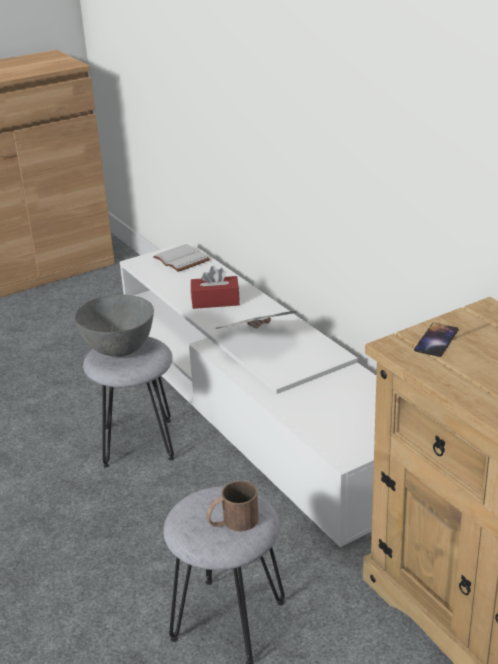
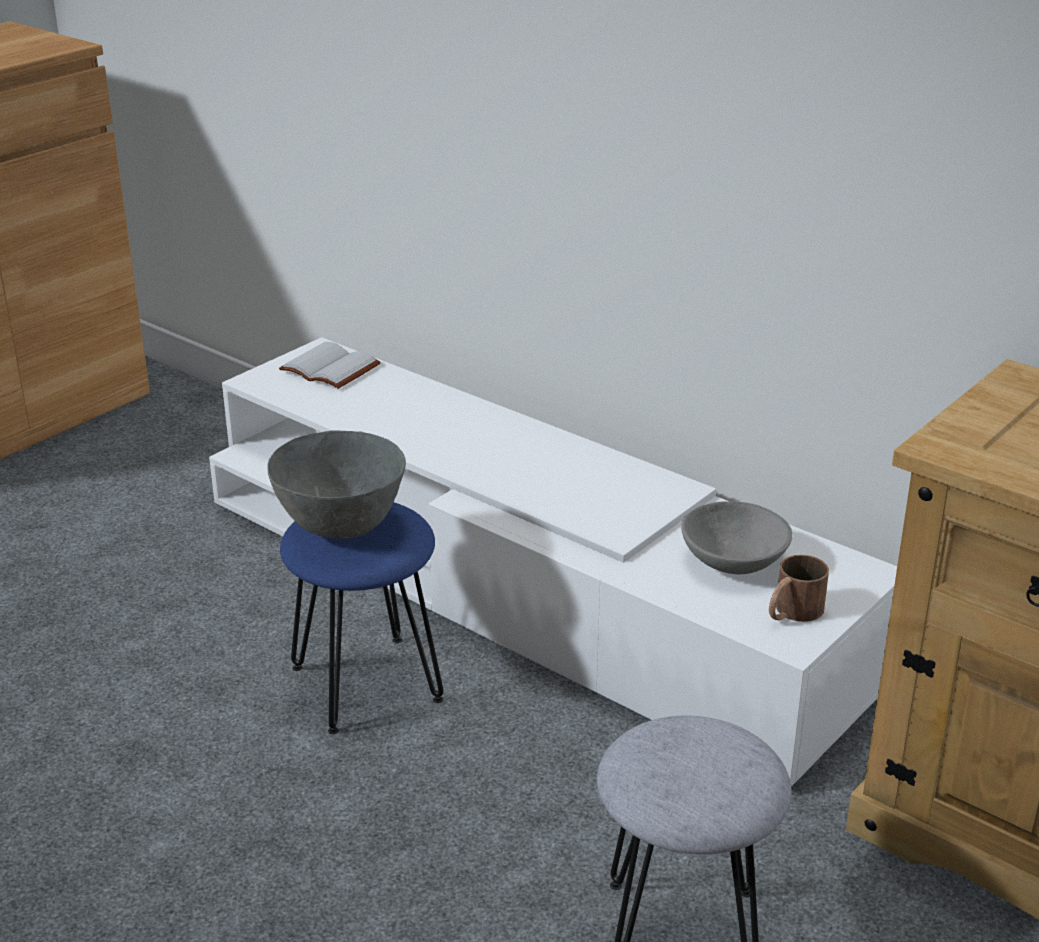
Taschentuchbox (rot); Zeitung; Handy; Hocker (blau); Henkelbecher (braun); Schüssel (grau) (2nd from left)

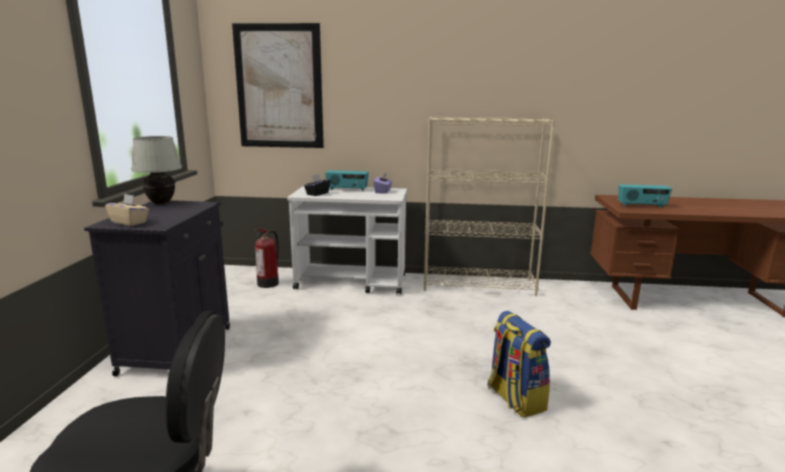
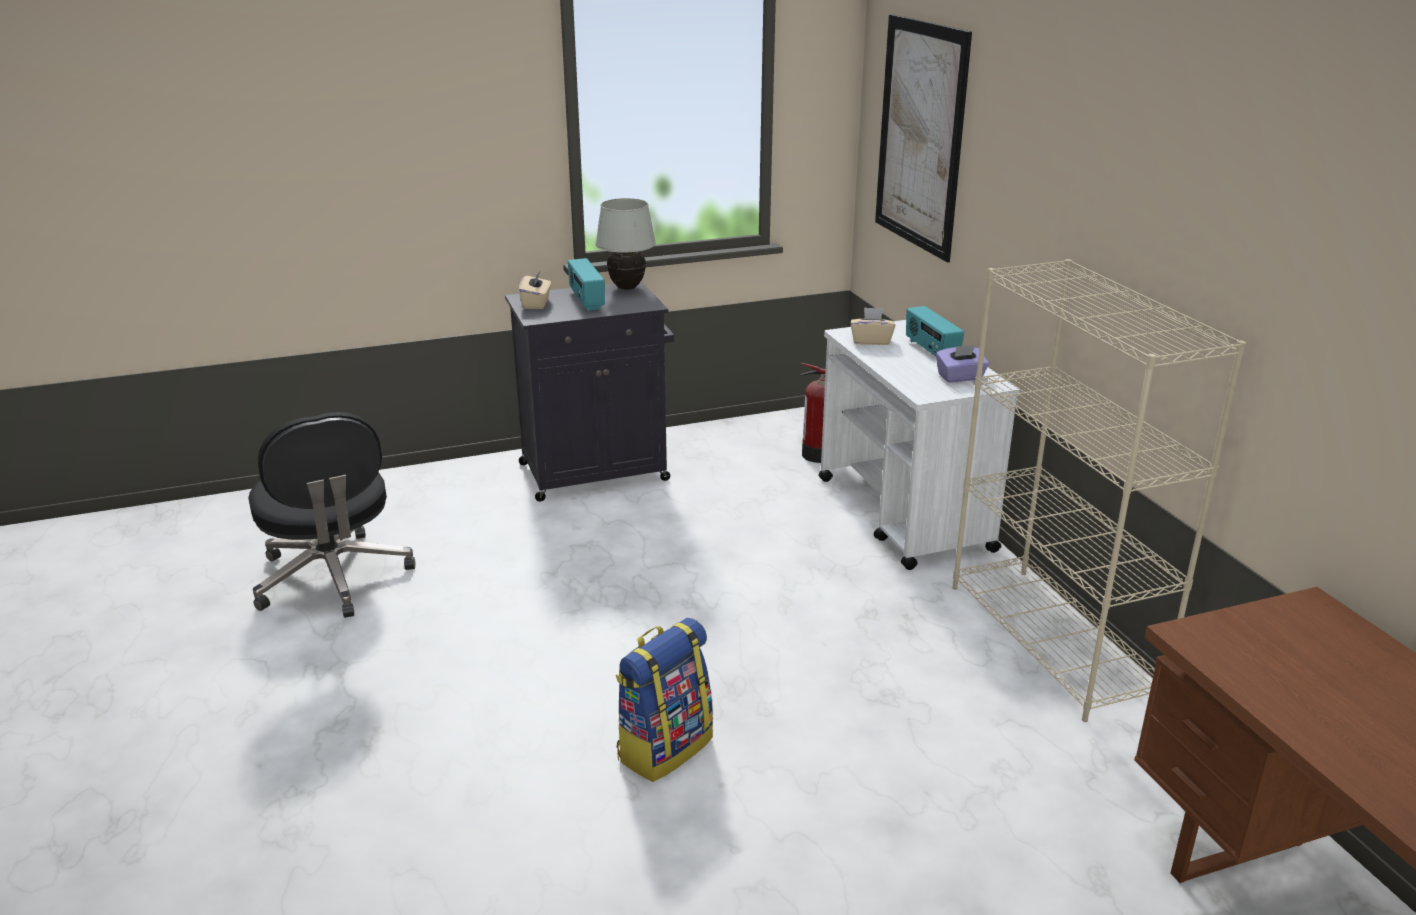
Taschentuchbox (beige) (2nd from left); Radio (1st from left)

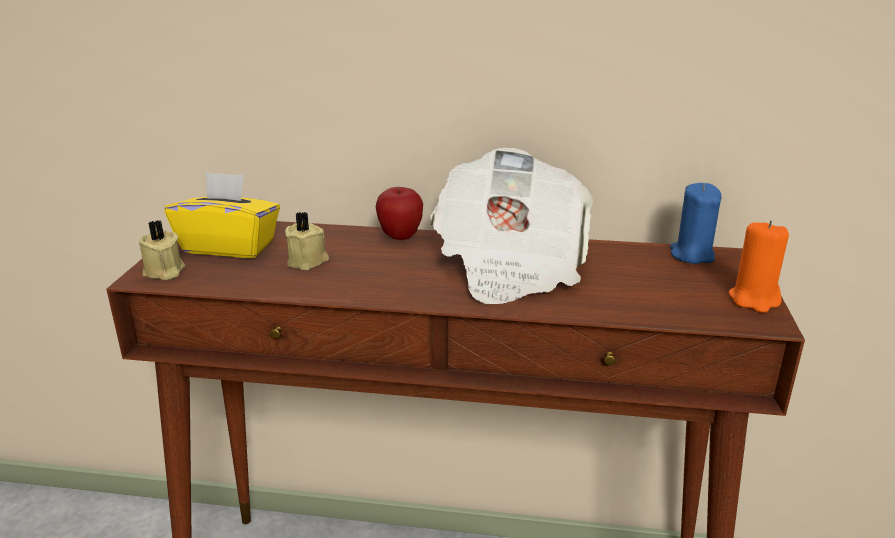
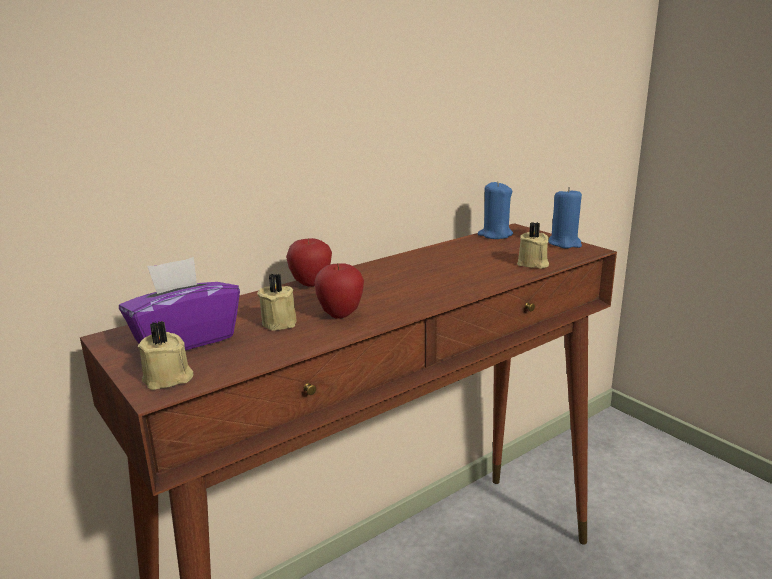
Zeitung; Taschentuchbox (lila); Kerze (blau) (2nd from left); Kerze (beige) (3rd from left); Apfel (2nd from left)

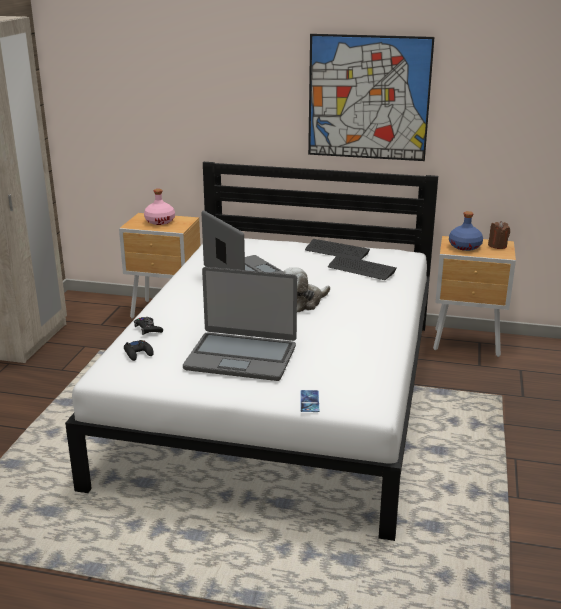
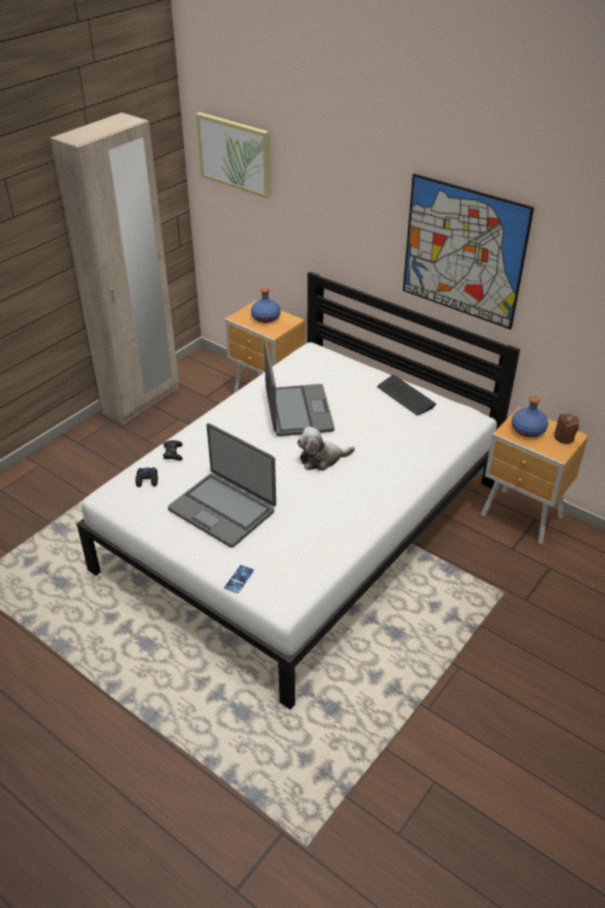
Flasche (blau) (1st from left); Tastatur (2nd from left in the first image); Bild (1st from left)

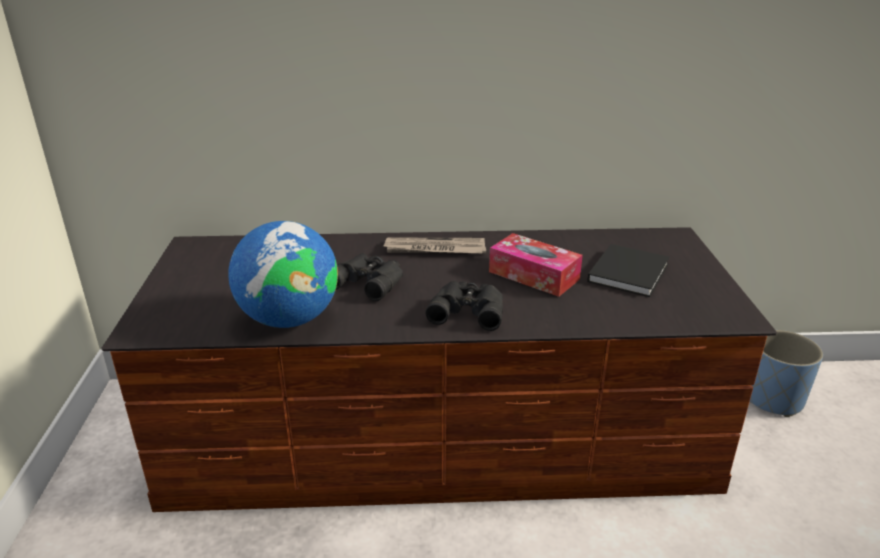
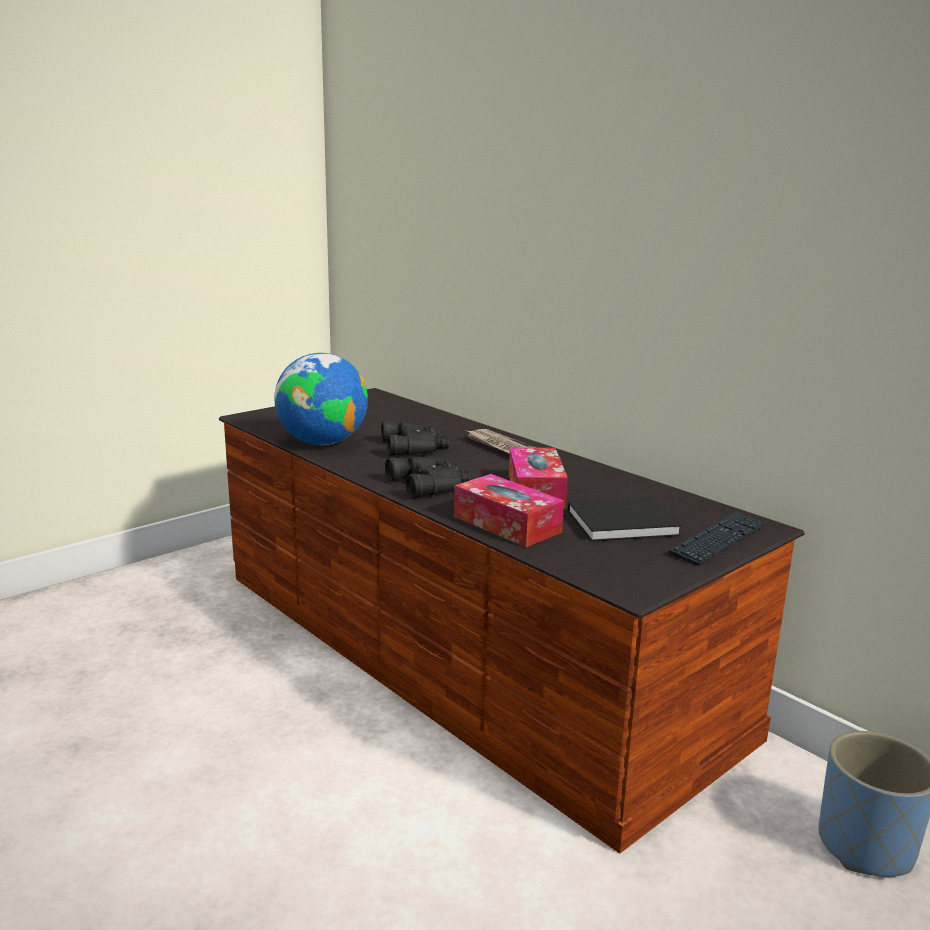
Taschentuchbox (1st from left); Tastatur

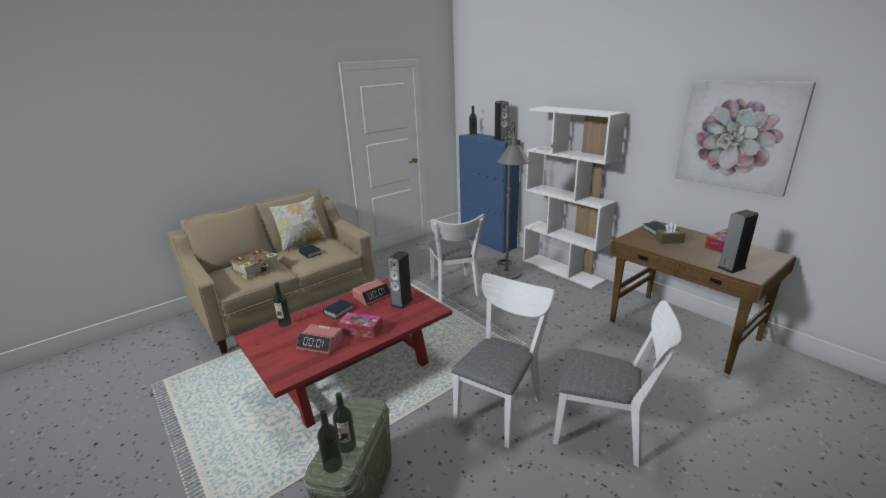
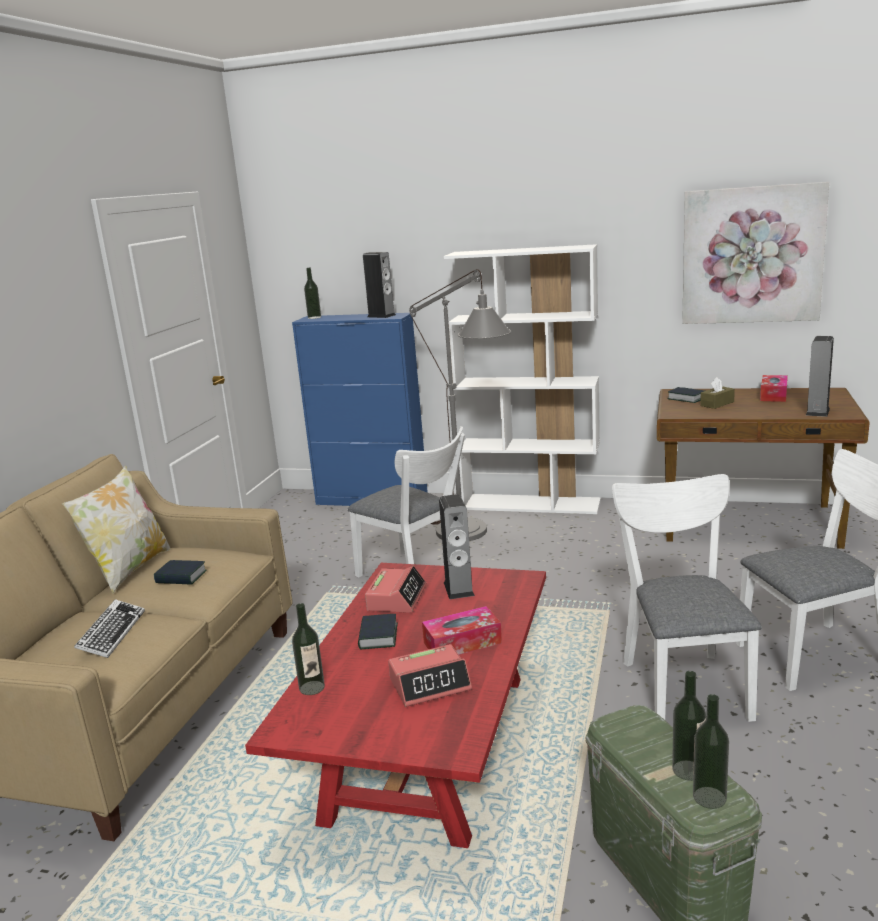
Tastatur

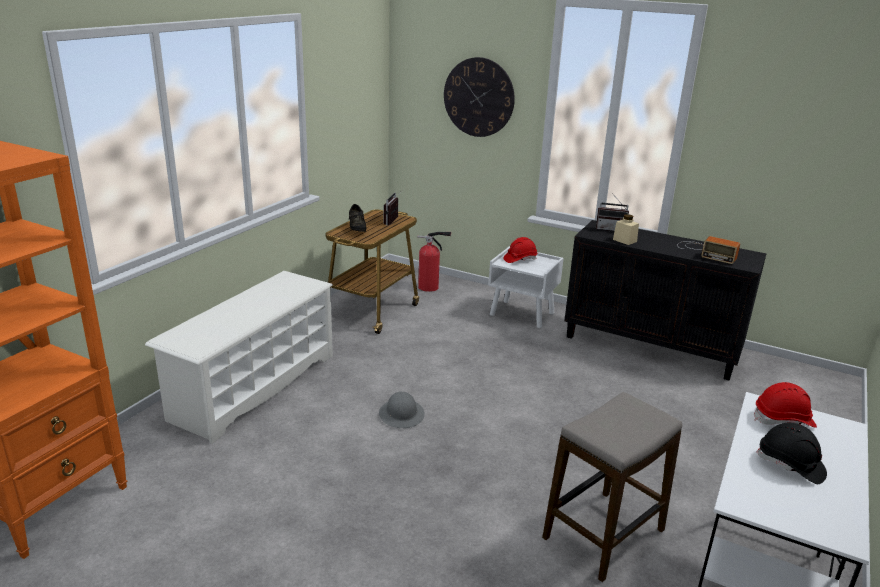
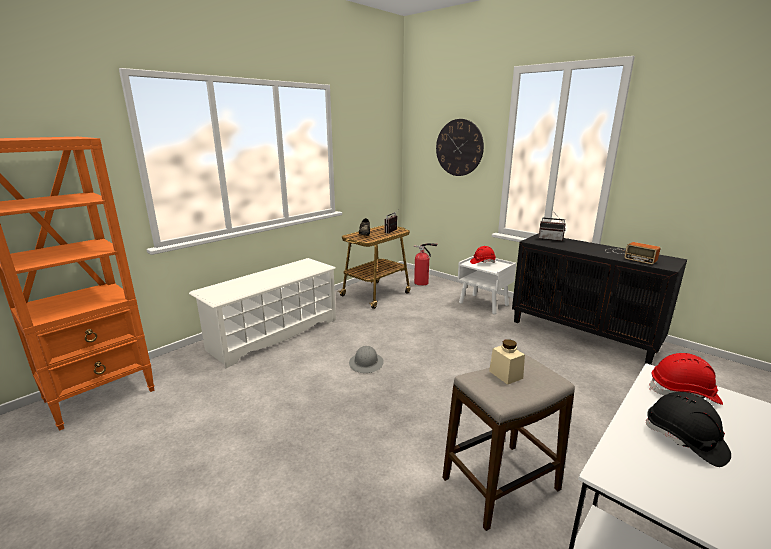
Vorratsglas (beige)

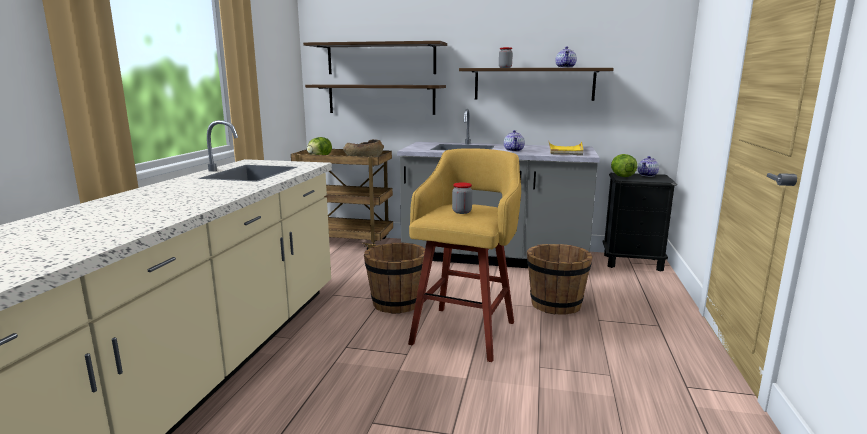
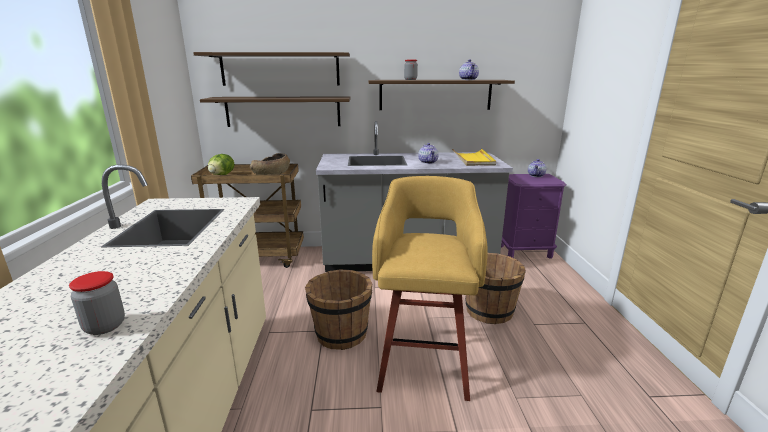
Salatkopf (2nd from left in the first image); Nachttisch (lila); Vorratsglas (1st from left)

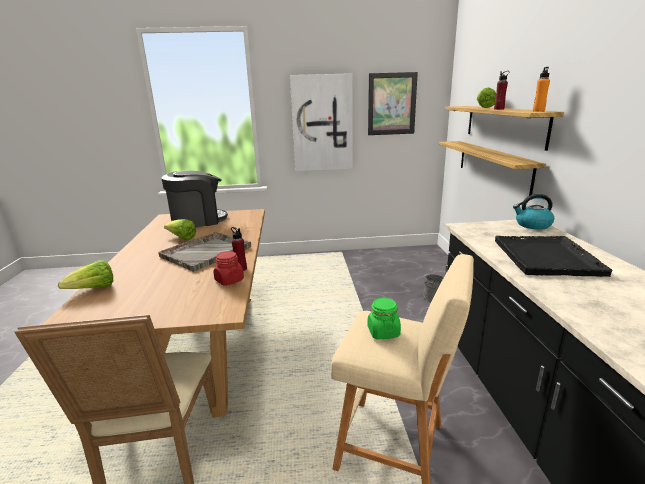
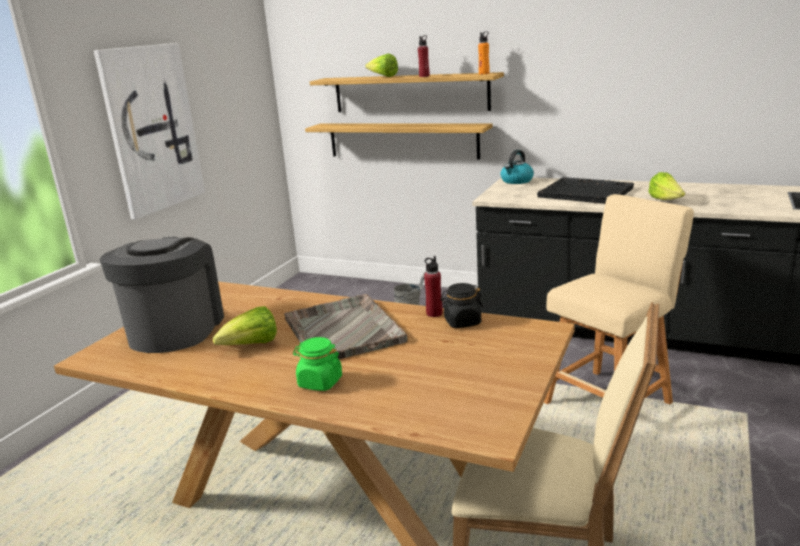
Bild (2nd from left in the first image); Vorratsglas (schwarz); Salatkopf (3rd from left); Vorratsglas (grün)

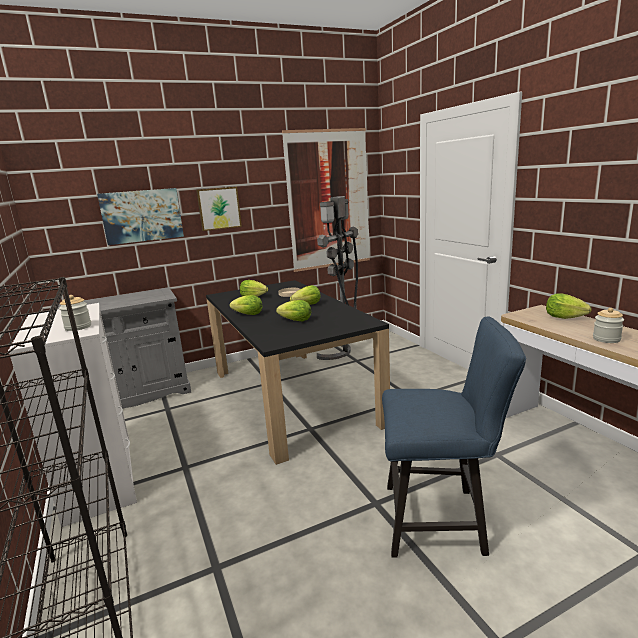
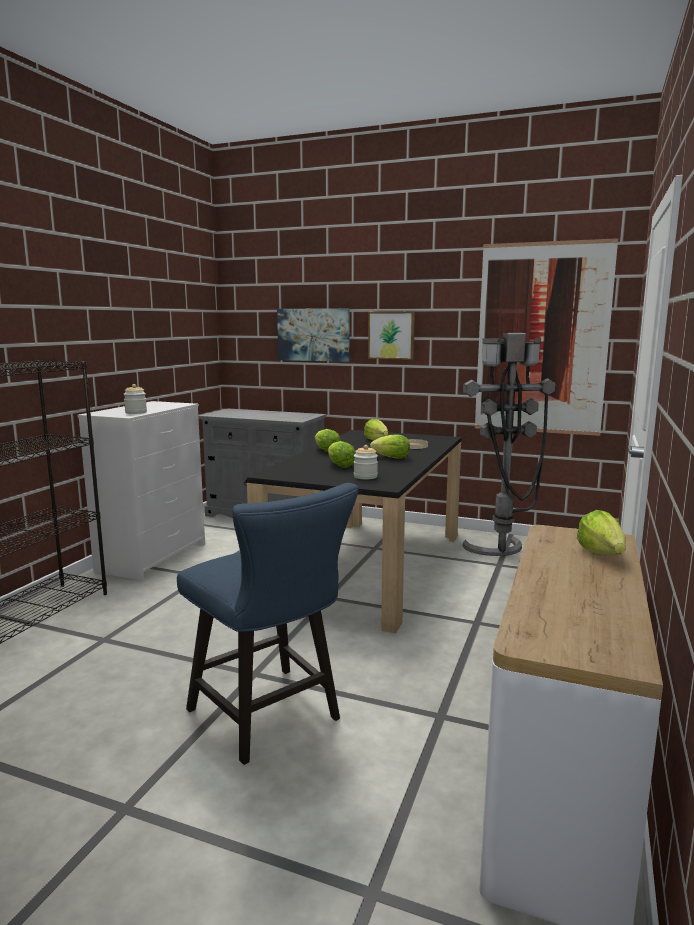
Vorratsglas (2nd from left)

